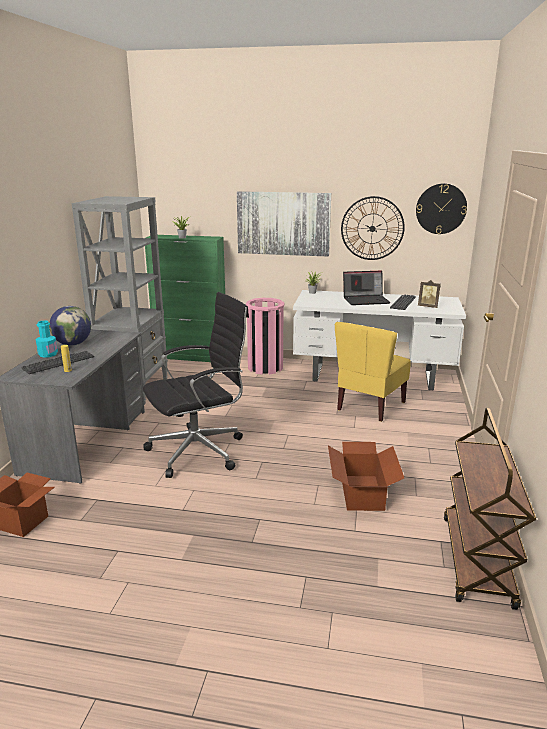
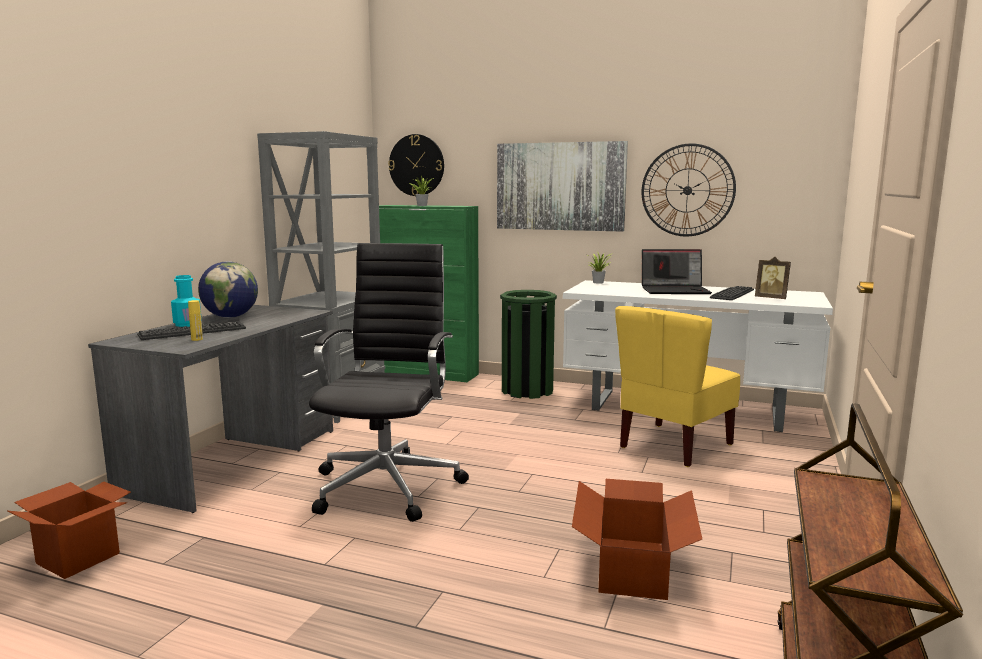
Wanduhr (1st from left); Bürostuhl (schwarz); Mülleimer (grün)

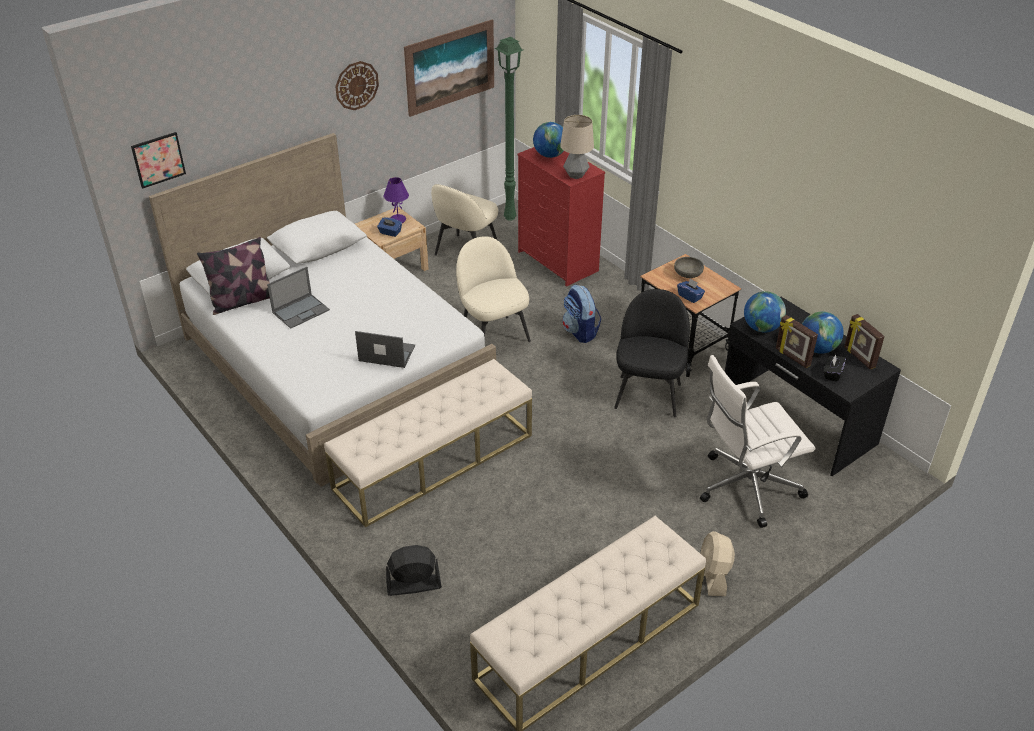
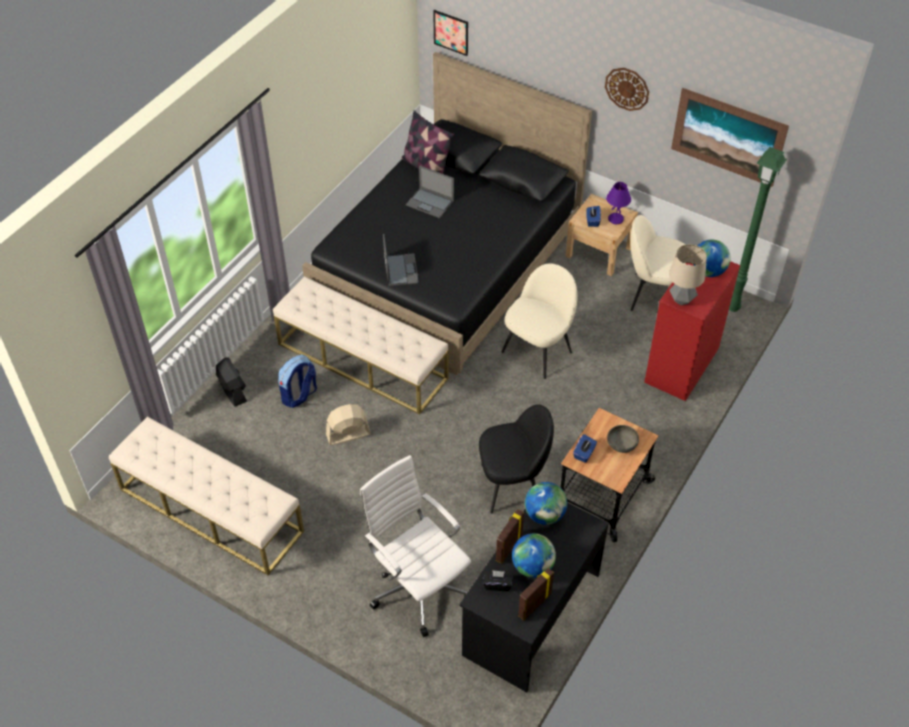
Bett (schwarz); Rucksack; Ventilator (beige)

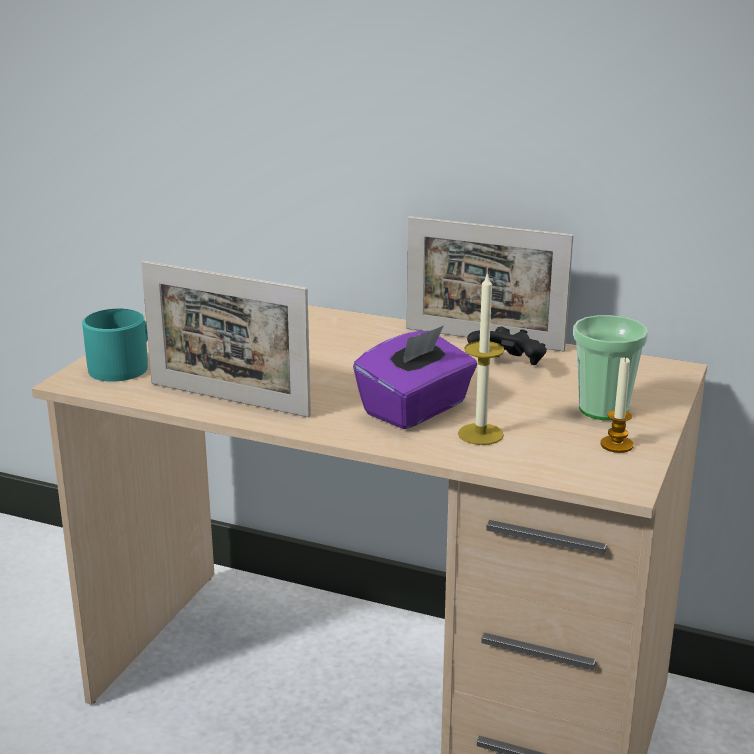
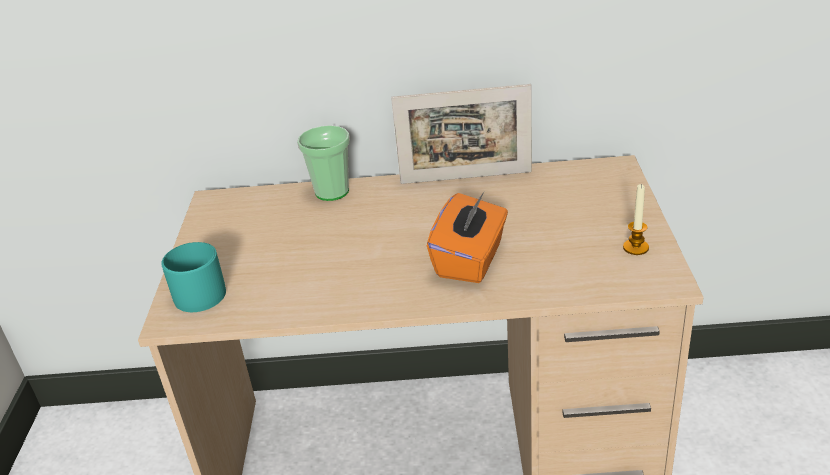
Bilderrahmen (1st from left in the first image); Kerze (1st from left in the first image); Tasse; Taschentuchbox (orange); Gamepad (schwarz)

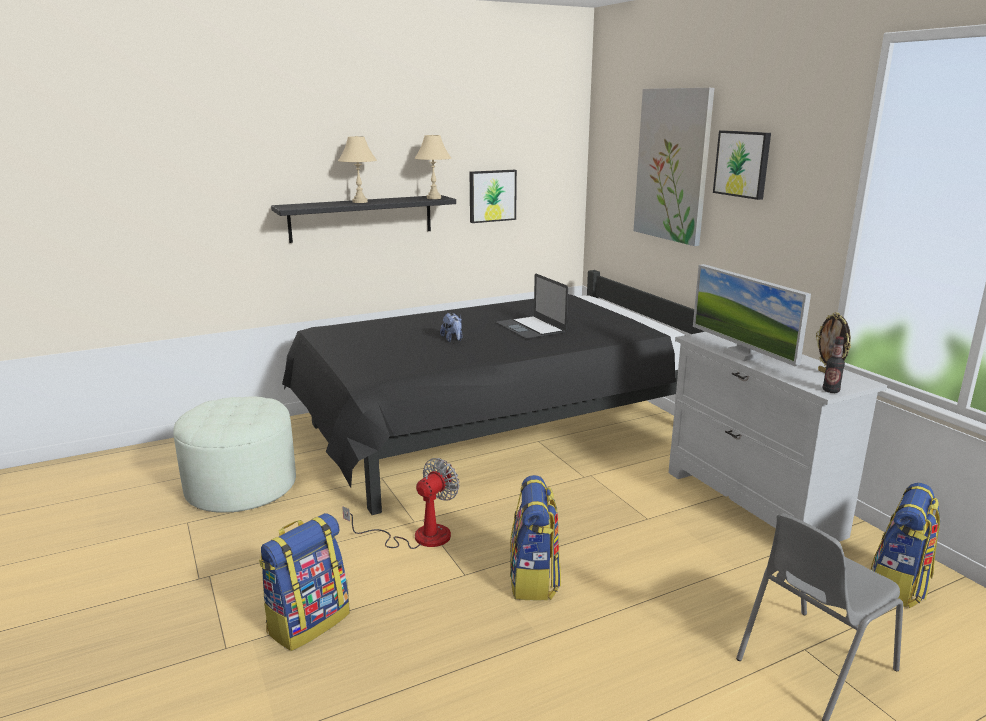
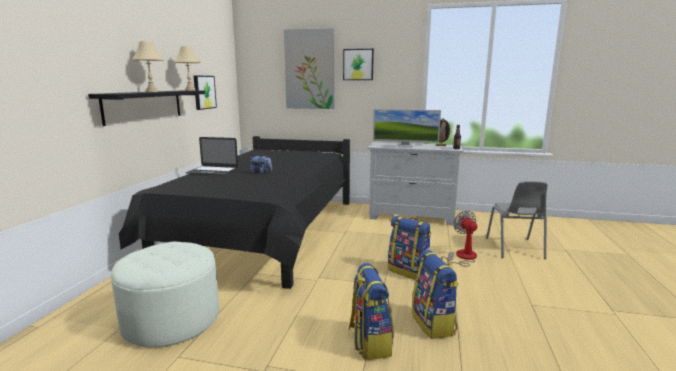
Laptop; Ventilator; Rucksack (3rd from left)

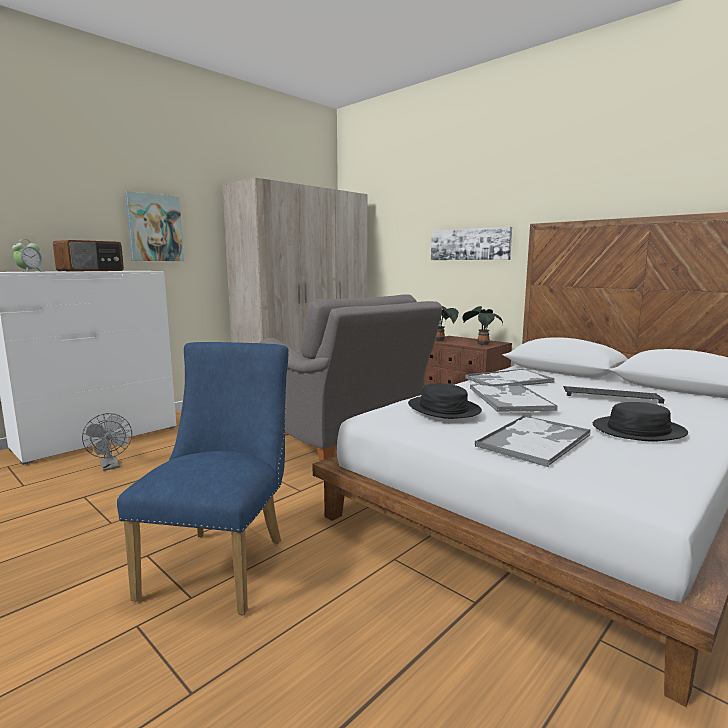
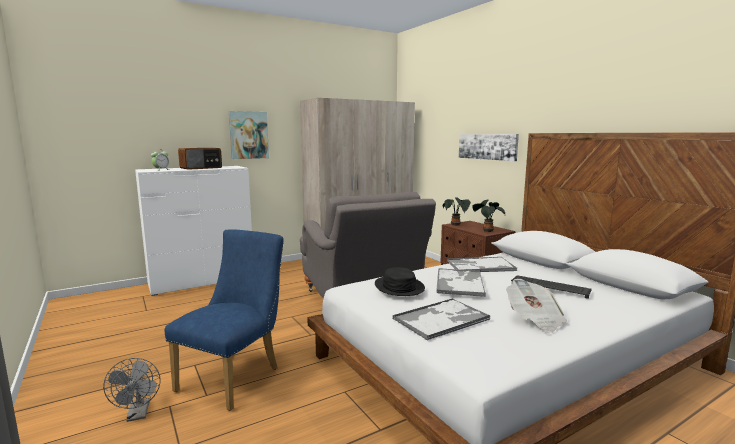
Zeitung; Ventilator (grau)

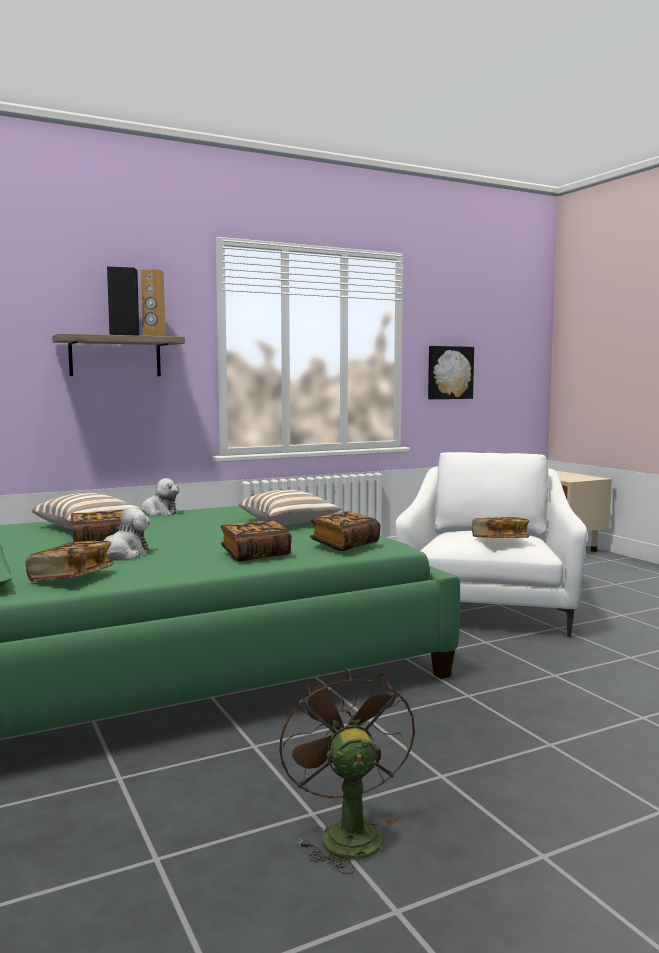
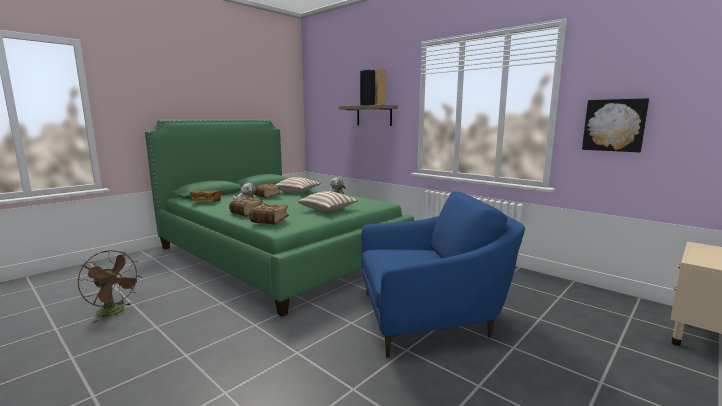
Sessel (blau); Buch (5th from left in the first image); Ventilator (braun)

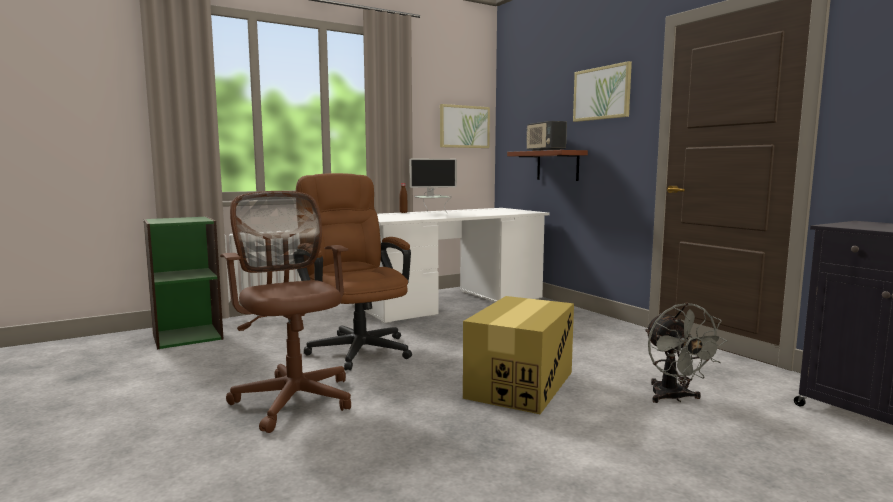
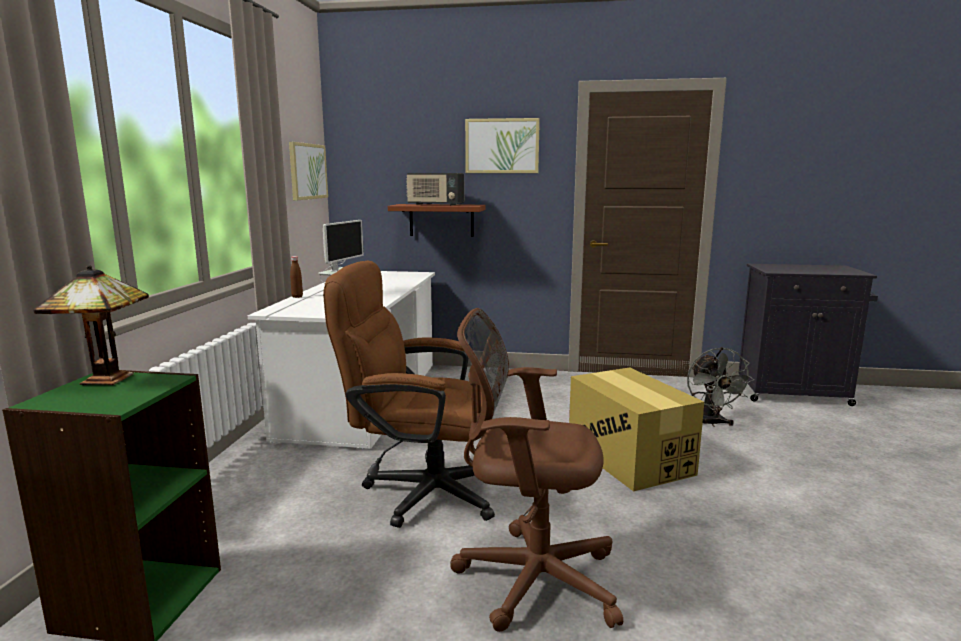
Ventilator (grau); Tischlampe

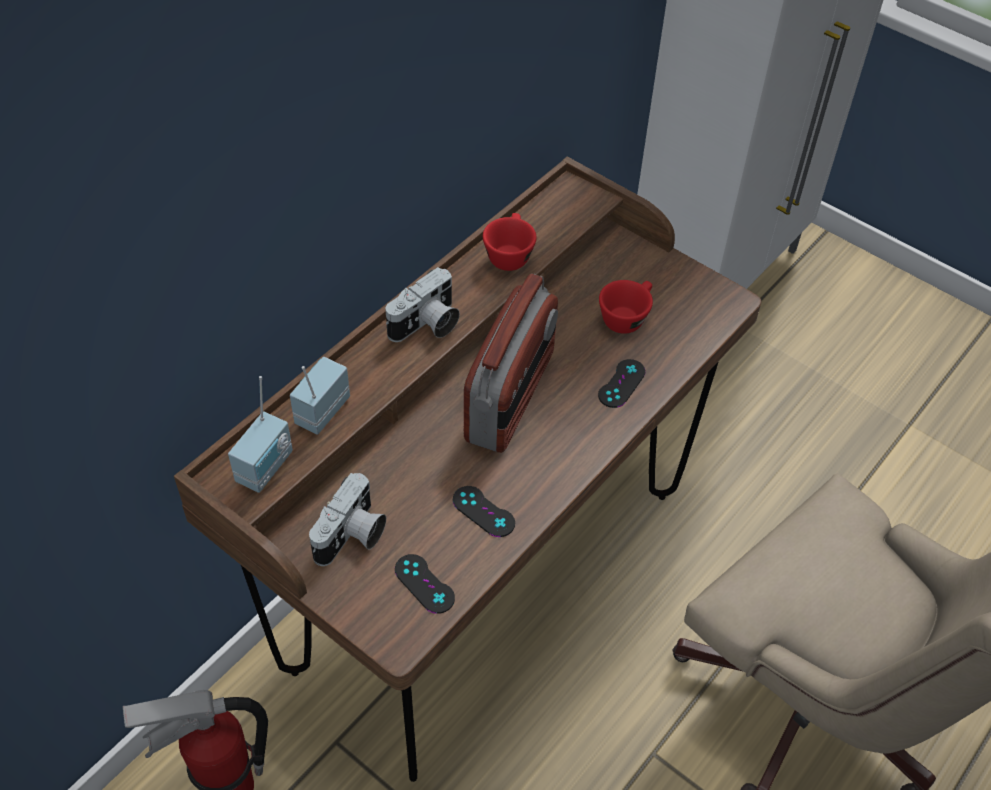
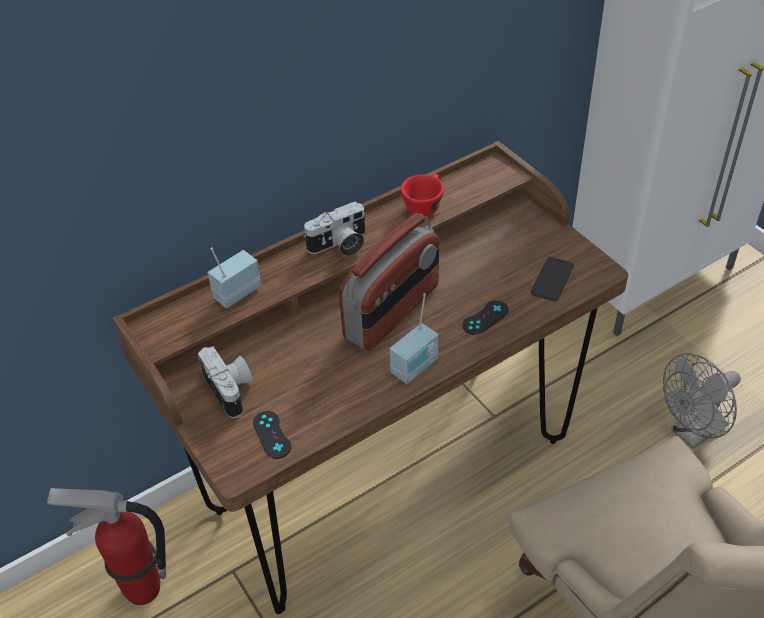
Tasse (rot) (2nd from left in the first image); Radio (3rd from left); Kamera (1st from left); Gamepad (schwarz) (2nd from left in the first image); Handy; Ventilator (grau)

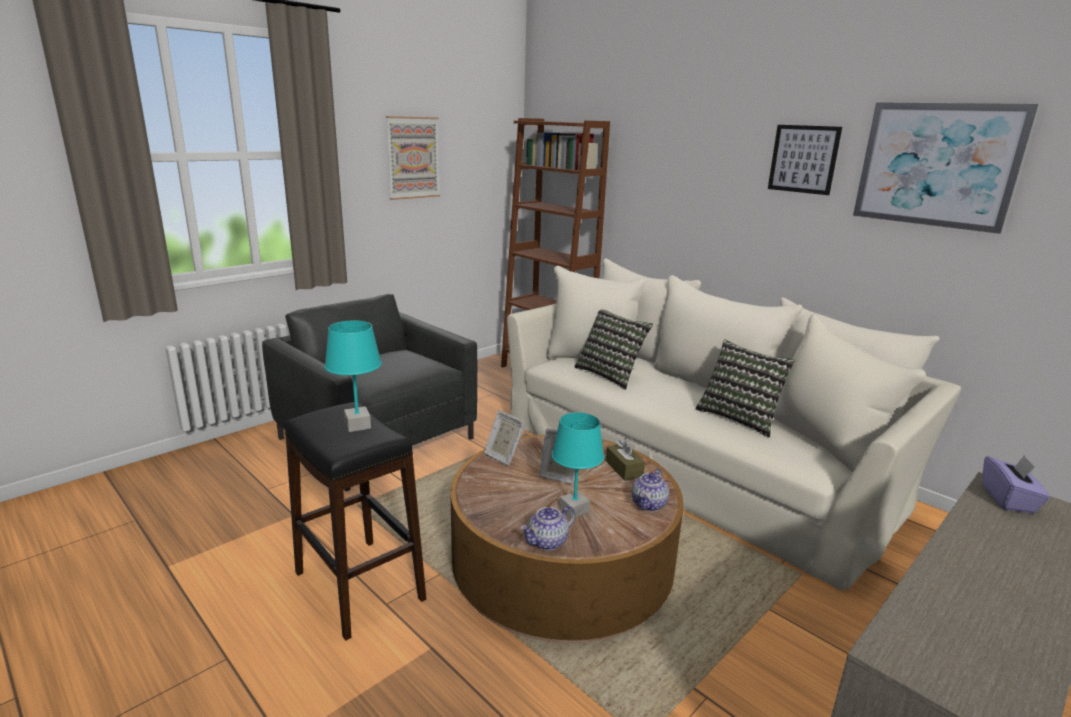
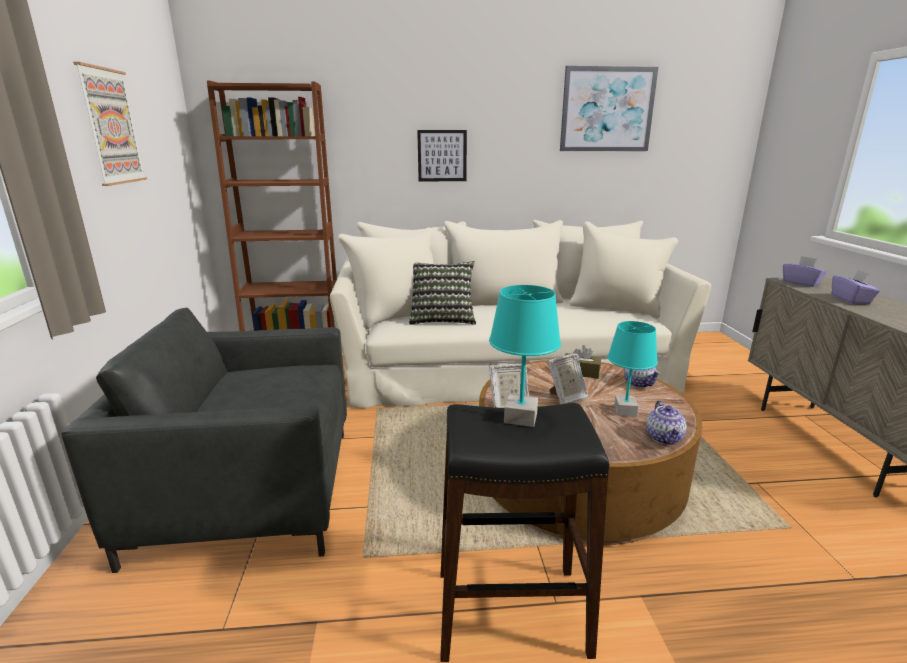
Bild (2nd from left); Kissen (2nd from left in the first image); Taschentuchbox (lila) (2nd from left)

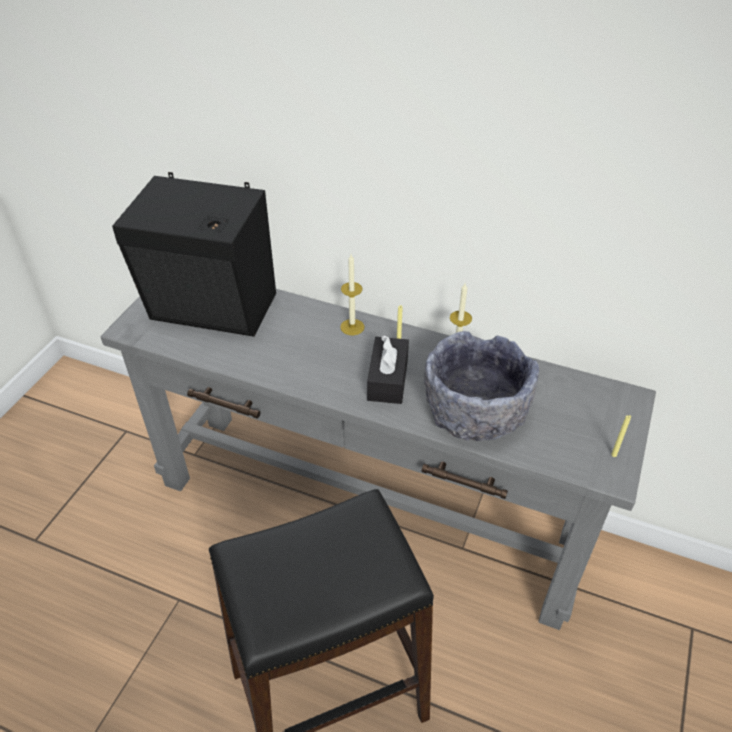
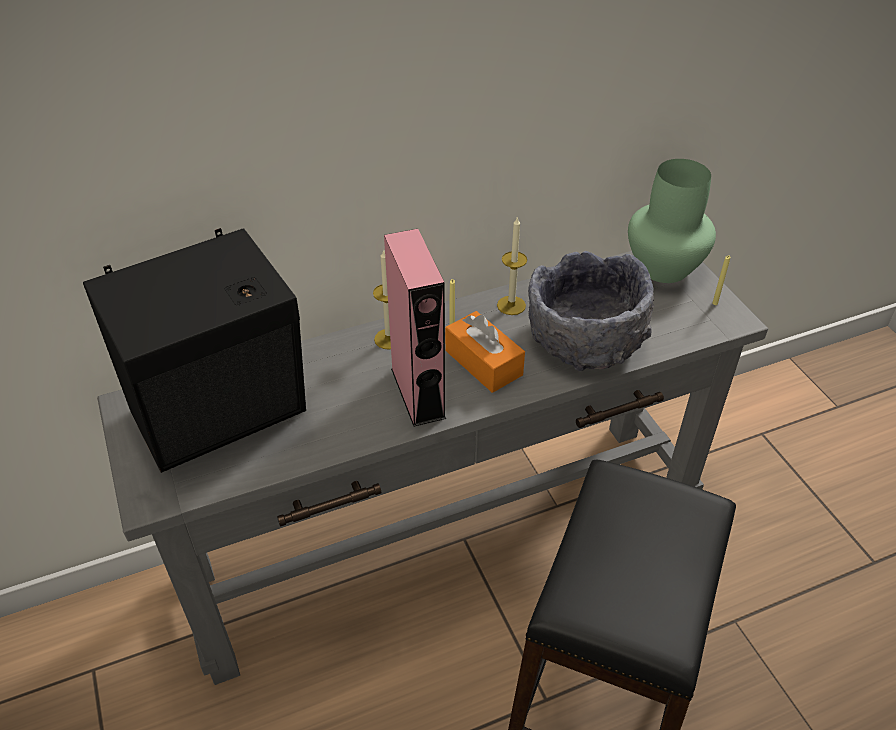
Taschentuchbox (orange); Vase (grün); Lautsprecher (rosa)

